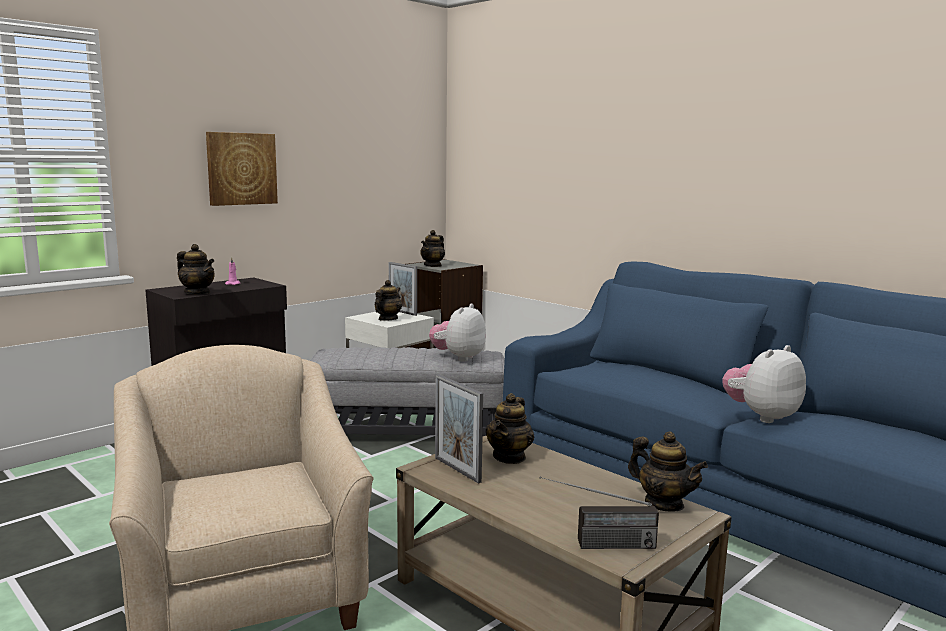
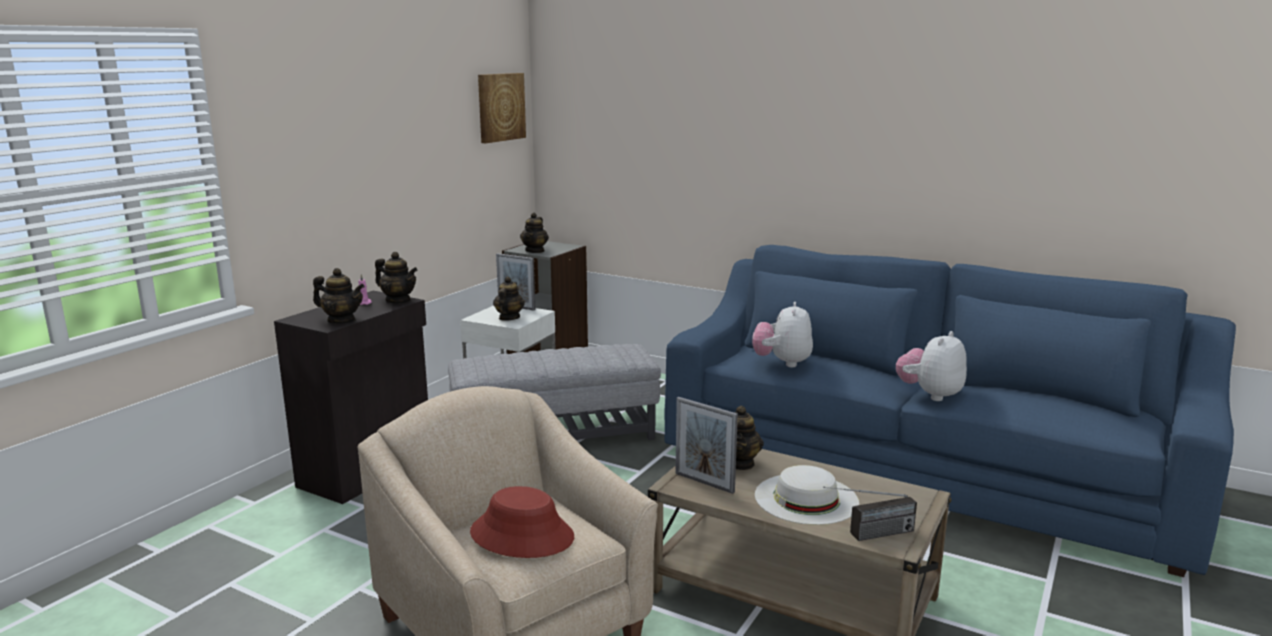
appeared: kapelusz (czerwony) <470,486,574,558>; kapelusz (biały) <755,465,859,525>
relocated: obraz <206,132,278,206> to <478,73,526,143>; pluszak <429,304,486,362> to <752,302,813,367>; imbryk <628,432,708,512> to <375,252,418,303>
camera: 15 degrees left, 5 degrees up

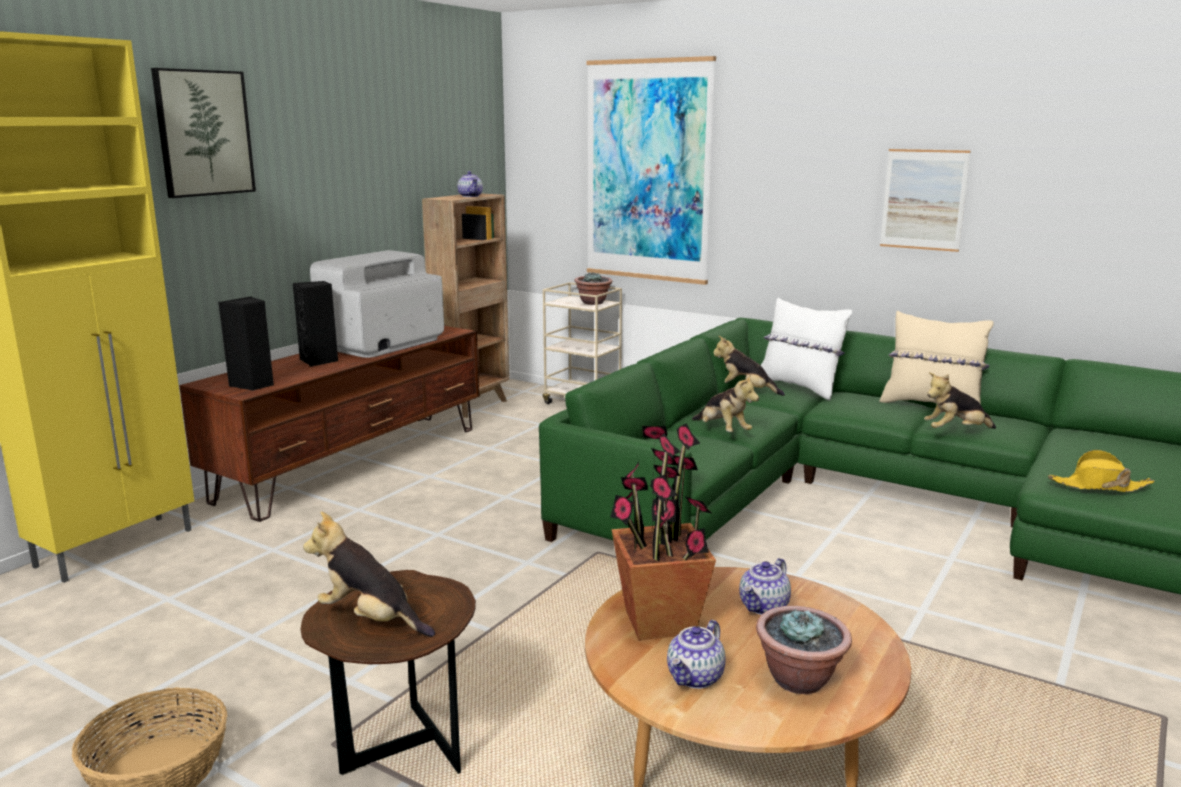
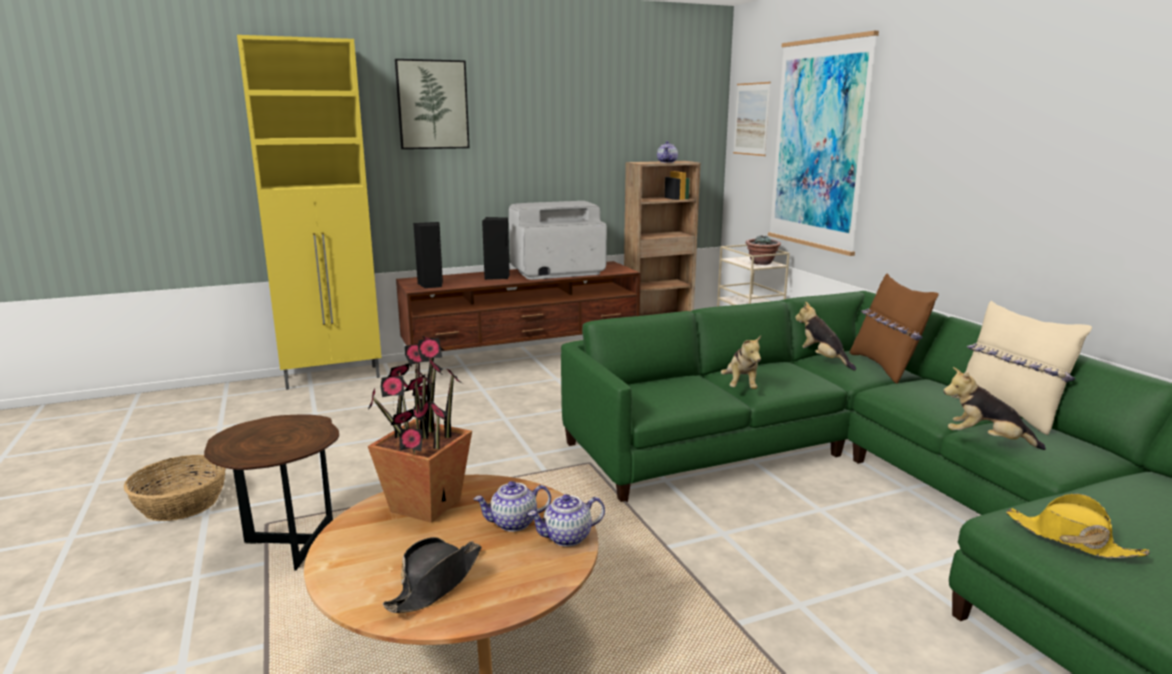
missing: pluszak <303,511,435,637>
relocated: imbryk <667,620,726,689> to <528,494,605,547>; obraz <880,149,971,252> to <733,82,771,156>
exchanged: roślina doniczkowa <756,606,852,694> to kapelusz (czarny) <383,537,482,613>
colour: poduszka (biały) <761,298,852,400> to poduszka (brązowy) <850,273,939,384>
camera: 35 degrees right, 0 degrees up

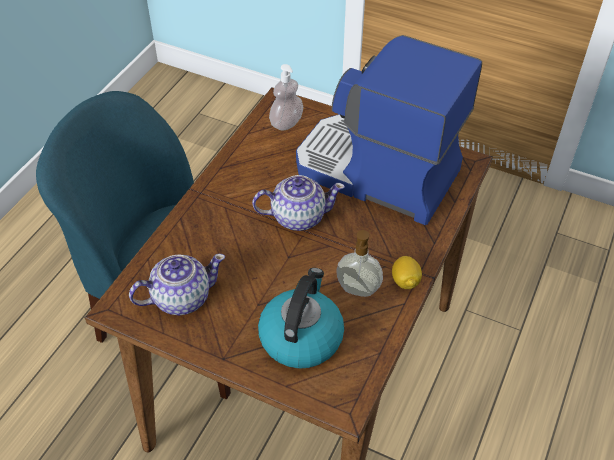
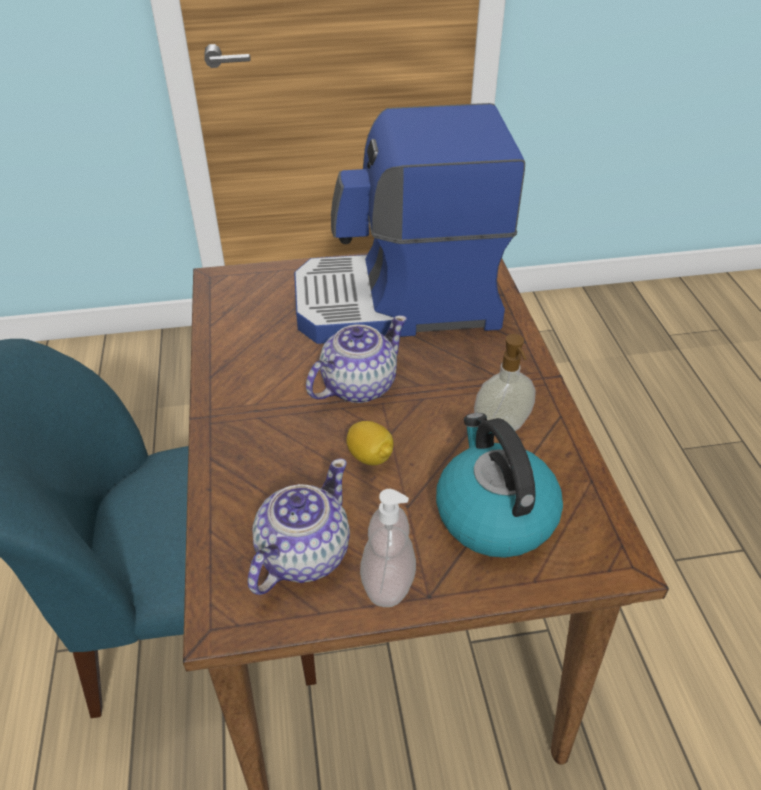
relocated: dozownik mydła <269,64,303,130> to <360,489,416,607>; cytryna <392,256,422,289> to <347,421,394,465>
camera: 35 degrees left, 5 degrees down

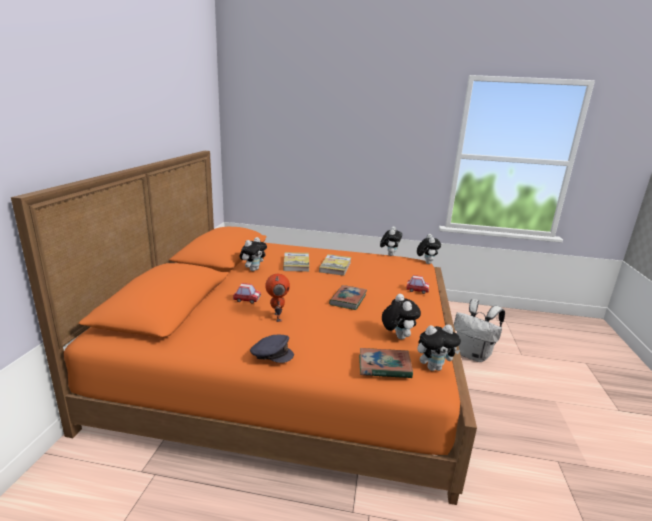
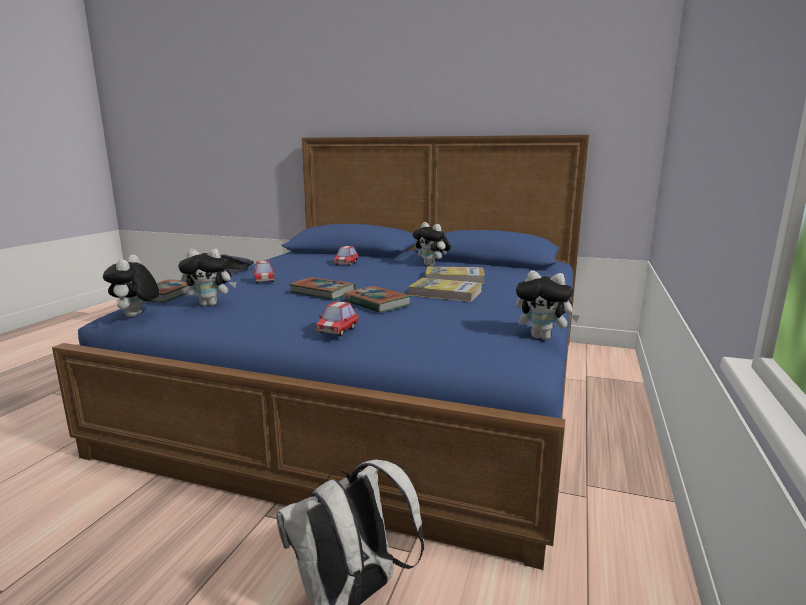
missing: robot zabawkowy <265,274,290,322>; pluszak <417,234,441,264>
appeared: samochodzik <251,260,275,283>; książka <343,286,411,313>
colour: łóżko (pomarańczowy) <11,151,477,505> to łóżko (niebieski) <52,135,589,570>
camera: 100 degrees right, 5 degrees down

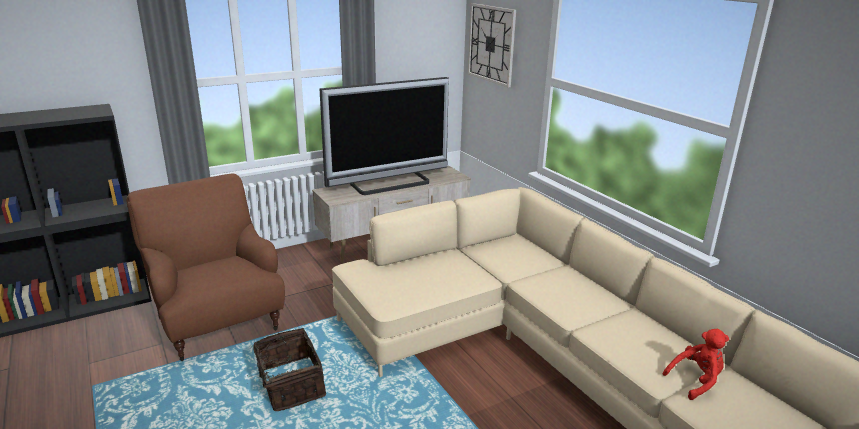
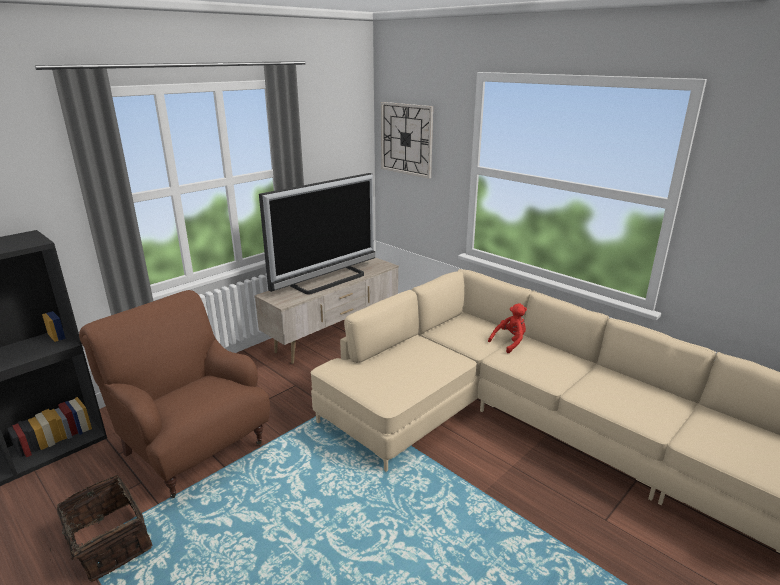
relocated: koszyk <247,328,326,411> to <50,475,152,582>; pluszak (czerwony) <663,329,729,400> to <488,303,527,353>
camera: 15 degrees left, 0 degrees up

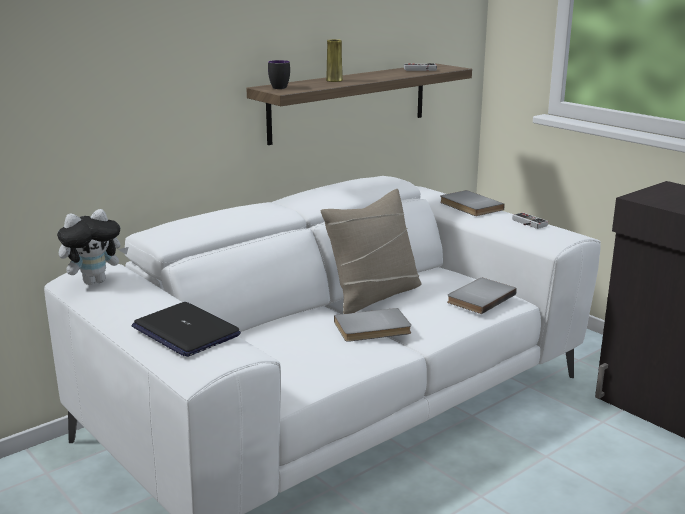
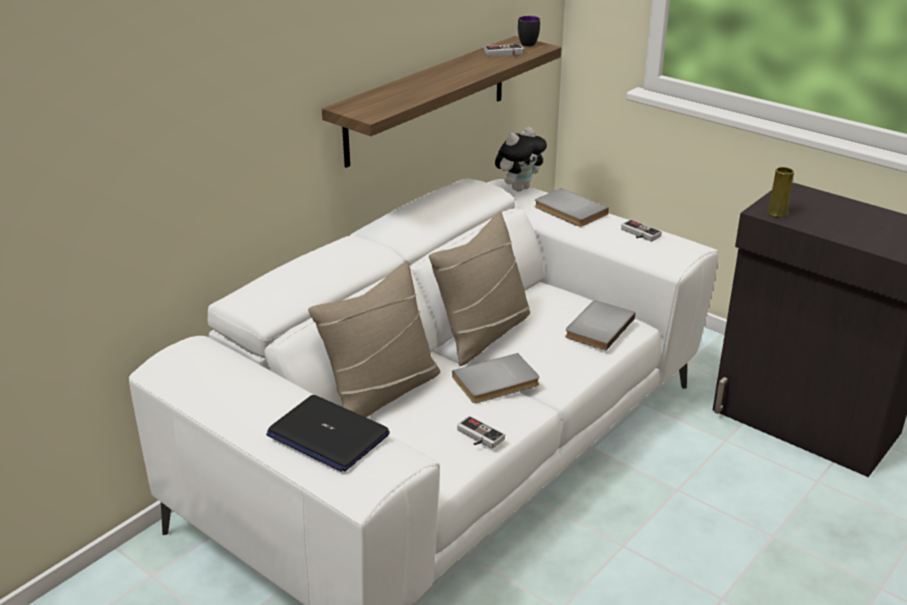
appeared: poduszka (beżowy) <308,261,440,418>; pad do gier <457,416,505,449>
relocated: pluszak <57,209,129,285> to <495,127,547,191>; kubek <268,60,290,89> to <518,16,540,47>; wazon (żółty) <326,39,343,82> to <767,167,794,218>
camera: 10 degrees left, 10 degrees up

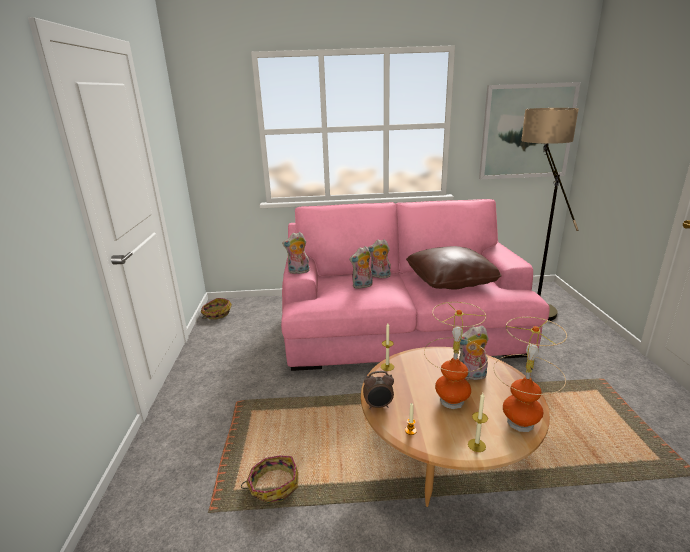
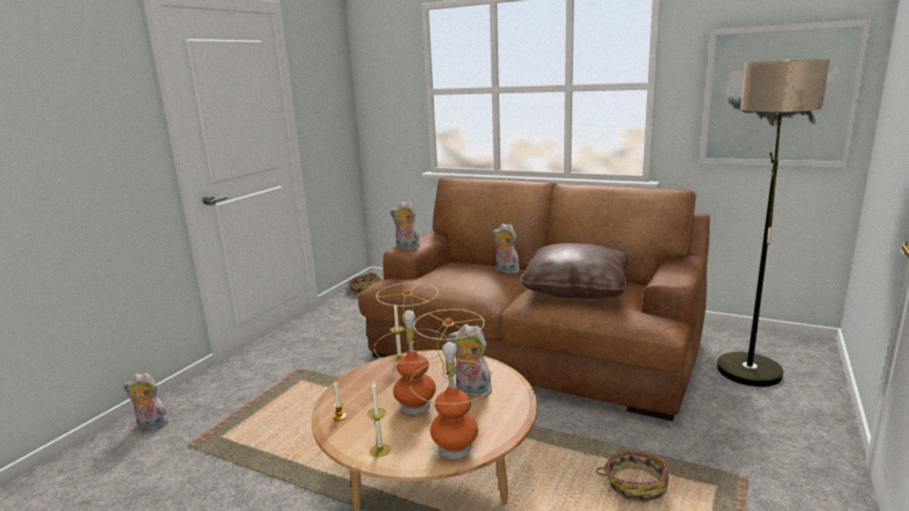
missing: budzik <363,371,394,409>
relocated: koszyk <241,456,298,504> to <596,451,669,502>; pluszak <349,246,372,289> to <123,373,169,429>
colour: kanapa (różowy) <281,199,549,371> to kanapa (brązowy) <359,177,710,421>
camera: 30 degrees right, 5 degrees down

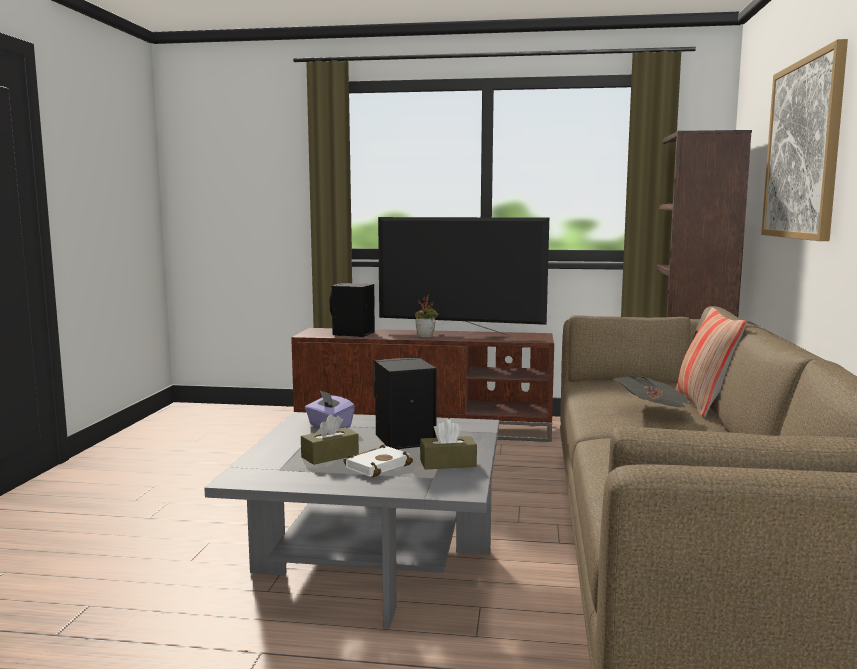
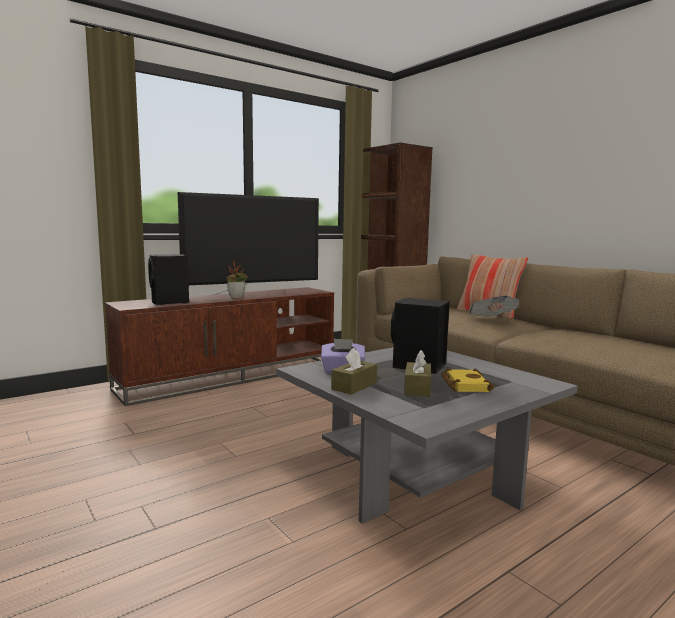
missing: obraz <761,39,848,241>
relocated: pudełko chusteczek (brązowy) <420,419,477,470> to <331,348,377,395>
colour: książka (biały) <343,445,413,477> to książka (żółty) <441,368,494,392>
camera: 45 degrees left, 0 degrees up

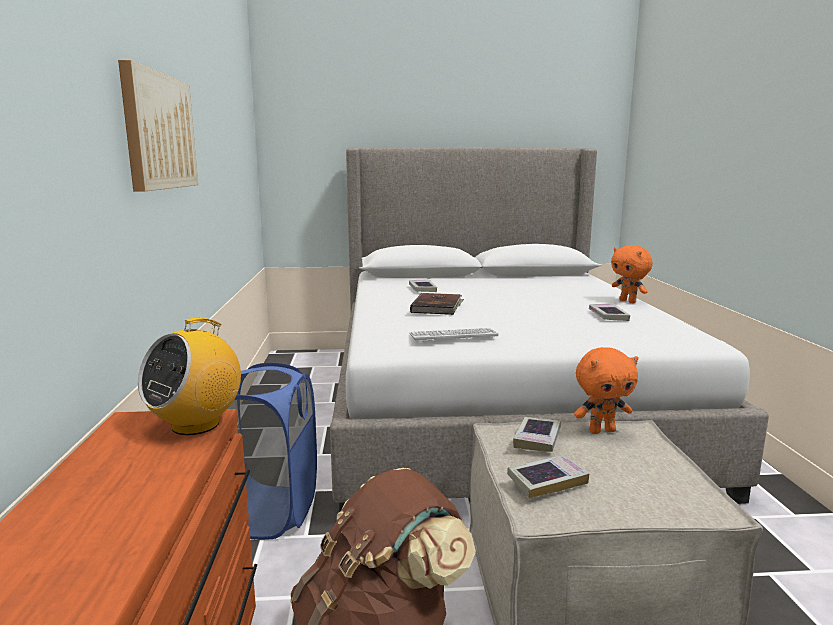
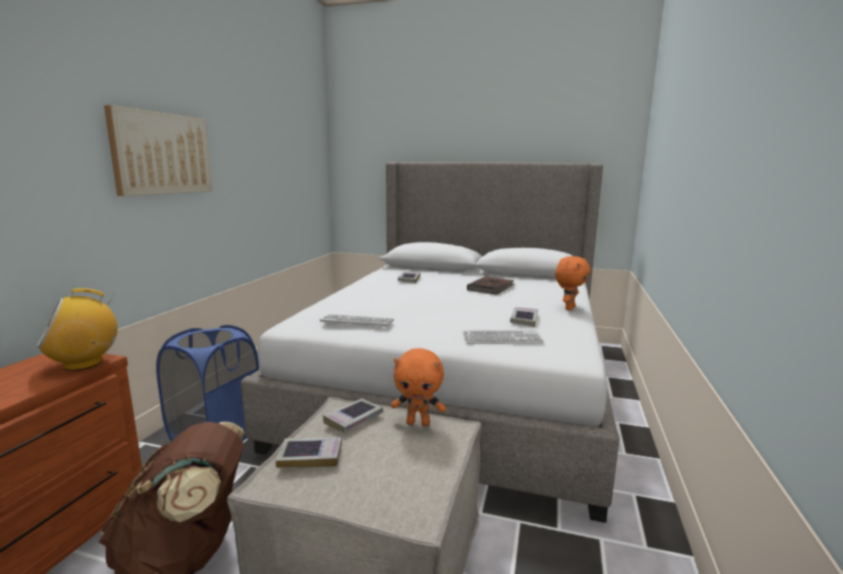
appeared: klawiatura <463,330,544,344>
relocated: książka (brązowy) <410,293,464,315> to <467,276,515,295>
spun: pluszak (pomarańczowy) <611,245,653,303> = <555,256,590,311> 135 degrees counterclockwise
camera: 20 degrees right, 0 degrees up

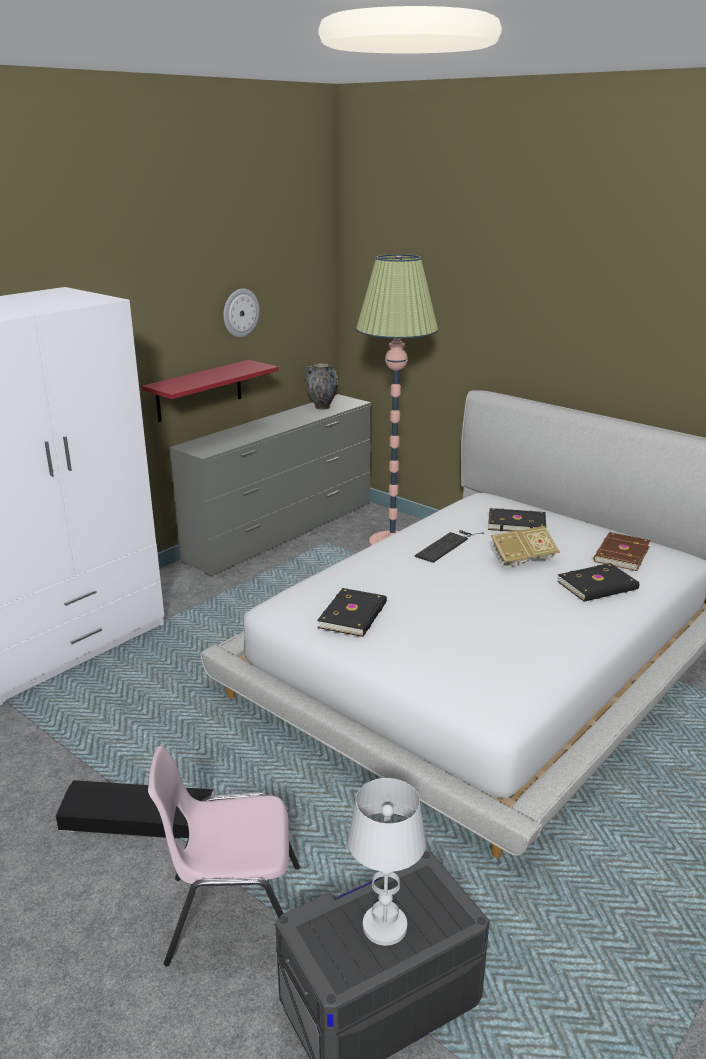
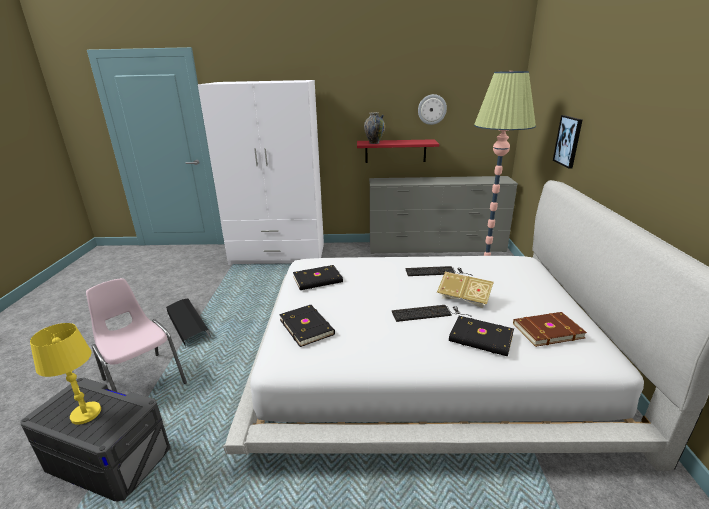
appeared: klawiatura <392,305,472,322>; obraz <553,115,583,169>
relocated: wazon <305,363,338,410> to <364,112,385,144>; książka (czarny) <488,508,546,532> to <279,305,335,347>
colour: lampa stołowa (biały) <348,778,426,946> to lampa stołowa (żółty) <30,323,101,425>
camera: 50 degrees right, 0 degrees up

